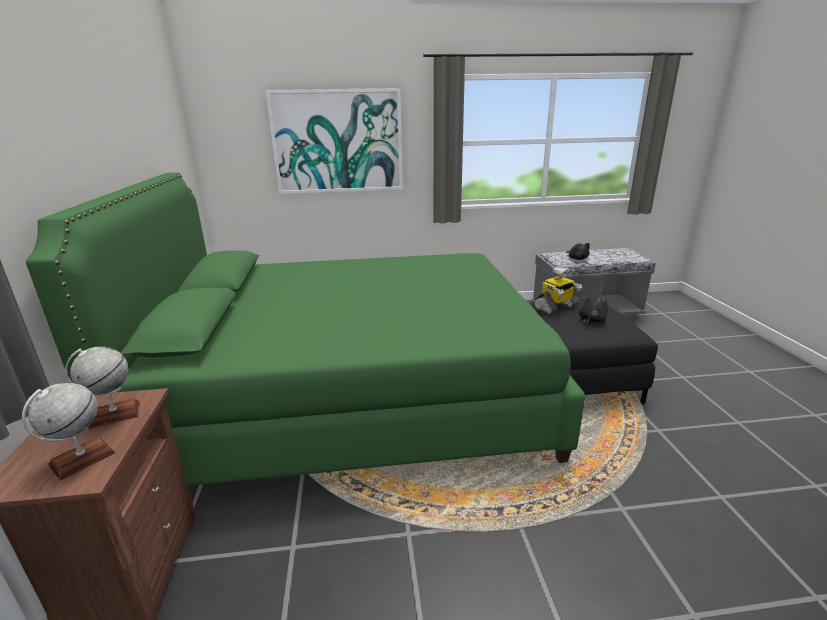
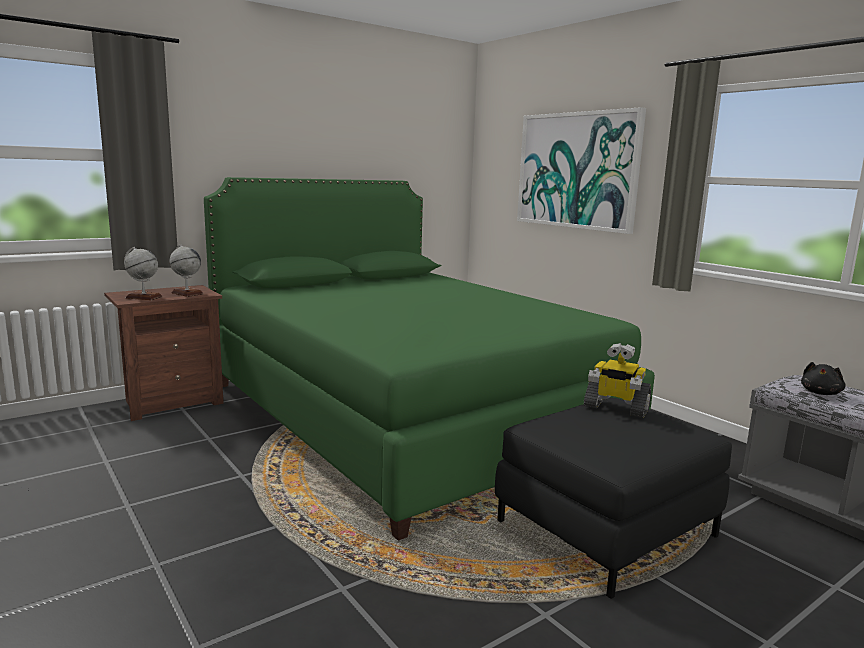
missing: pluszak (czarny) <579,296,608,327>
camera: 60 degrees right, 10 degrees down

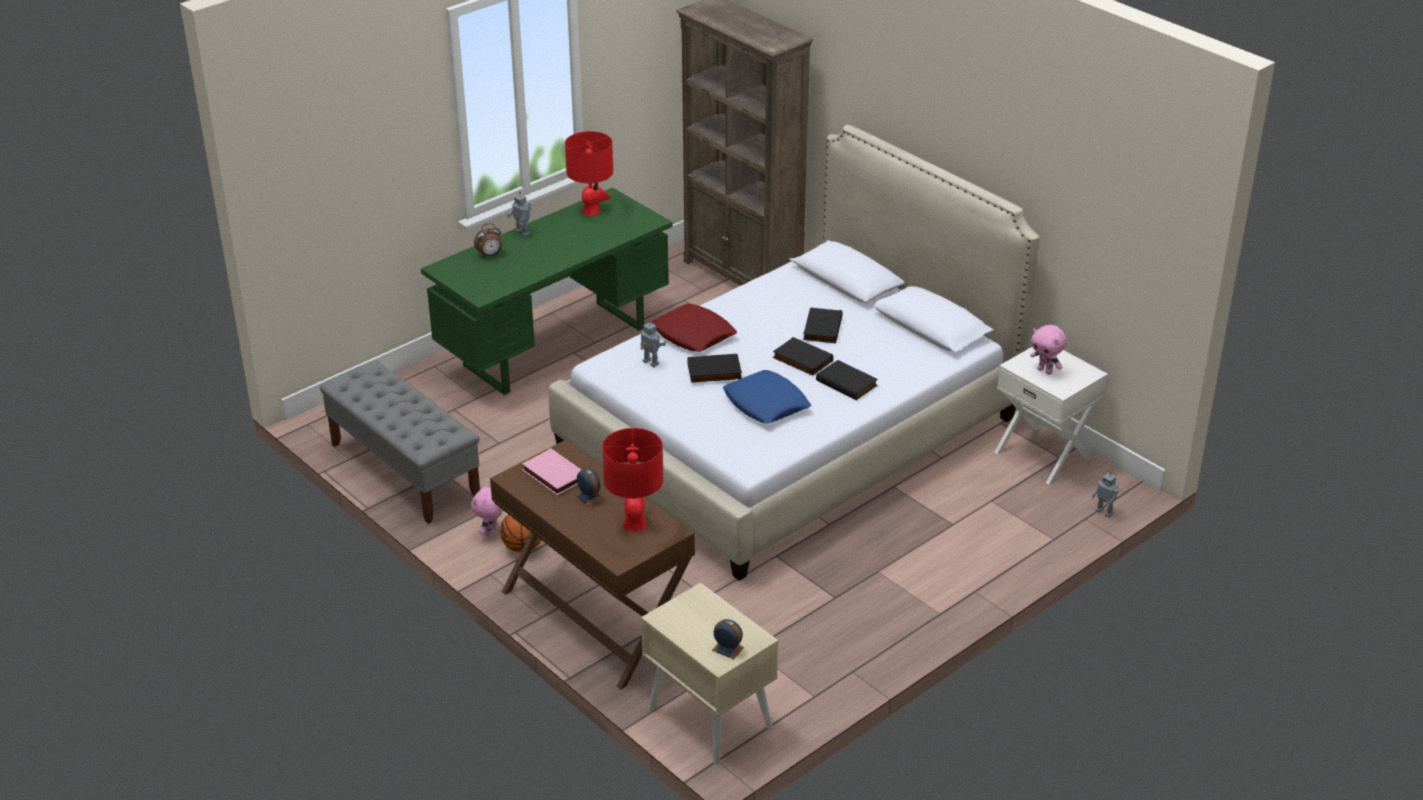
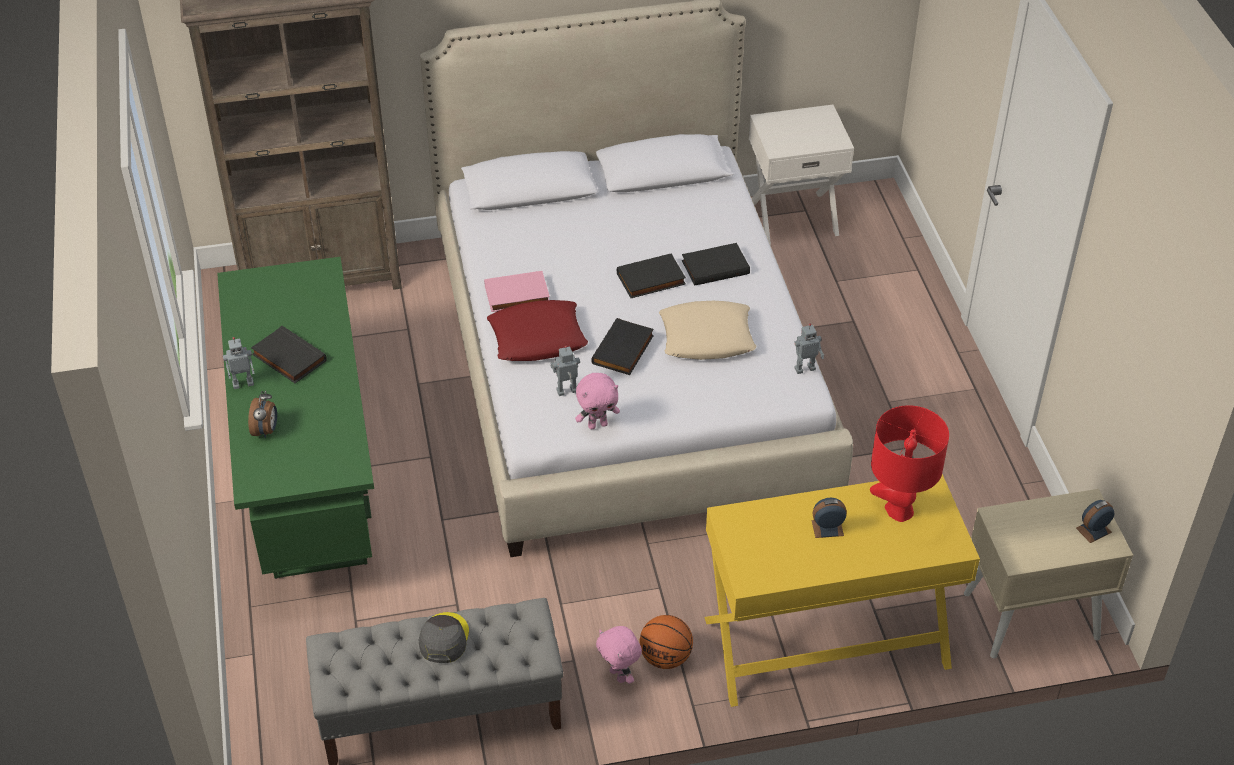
missing: lampa stołowa (czerwony) <565,131,613,216>
appeared: czapka z daszkiem (szary) <418,612,469,663>
relocated: książka (różowy) <522,448,581,496> to <484,271,550,312>; książka (czarny) <803,307,843,343> to <251,326,327,383>; pluszak (różowy) <1030,325,1067,375> to <575,373,620,429>; robot zabawkowy <1092,471,1119,517> to <794,323,824,374>
colour: biurko (brązowy) <490,440,695,690> to biurko (żółty) <704,474,980,707>; poduszka (niebieski) <723,370,811,424> to poduszka (beżowy) <659,301,756,360>
camera: 60 degrees left, 10 degrees up

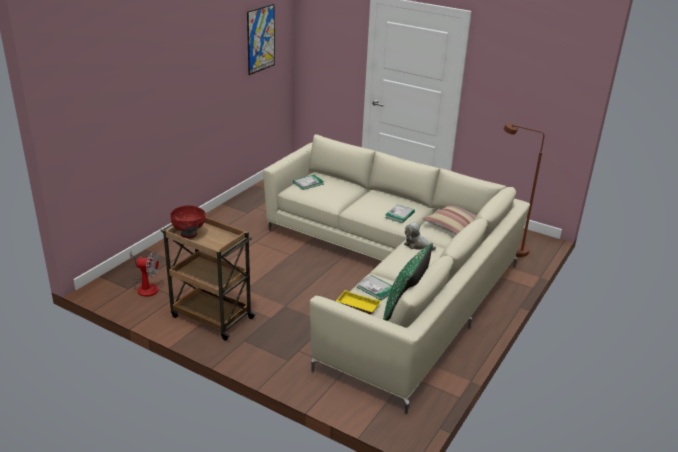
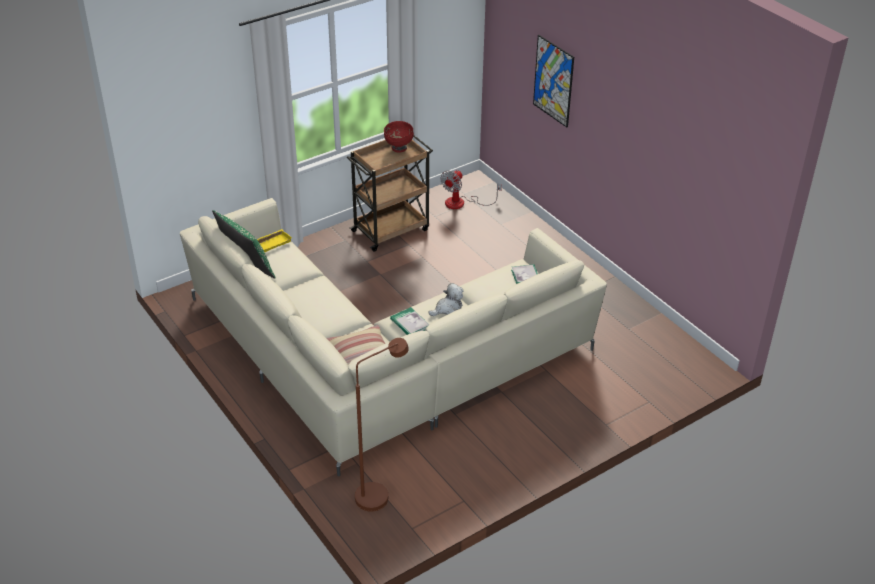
missing: książka <357,275,392,300>
relocated: obraz <247,4,275,75> to <533,35,574,127>; pluszak <404,222,436,251> to <428,283,463,316>
camera: 115 degrees right, 10 degrees up

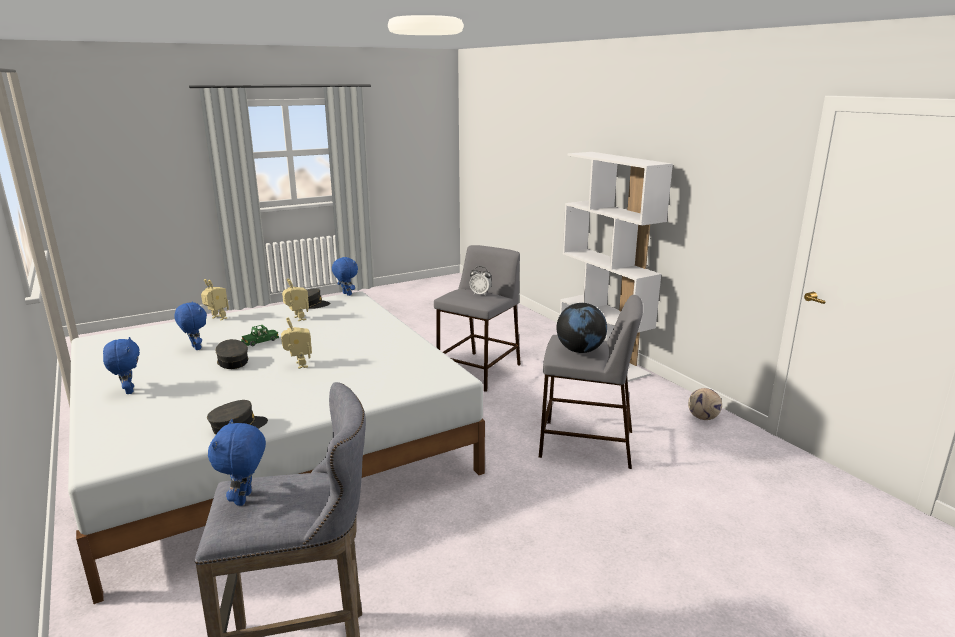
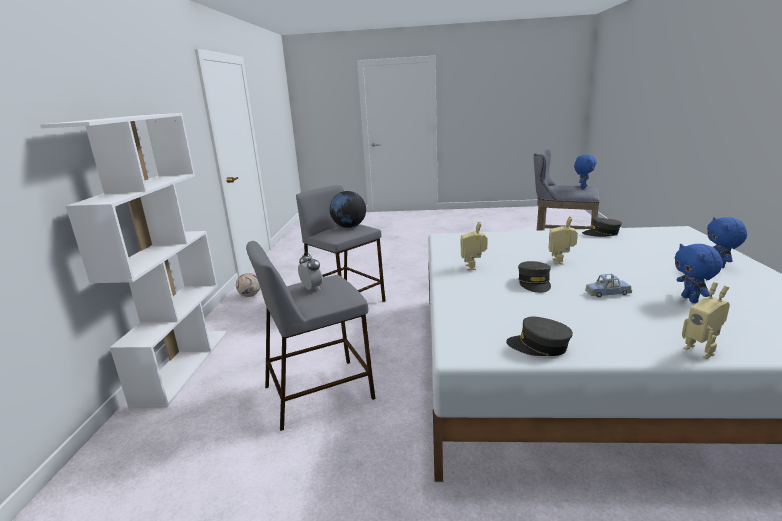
missing: pluszak (niebieski) <332,257,358,296>
relocated: czapka z daszkiem (szary) <216,339,249,369> to <518,261,551,293>; robot zabawkowy <282,278,309,321> to <460,222,488,270>
colour: samochodzik (zielony) <241,325,279,346> to samochodzik (niebieski) <585,274,632,297>
camera: 145 degrees left, 0 degrees up

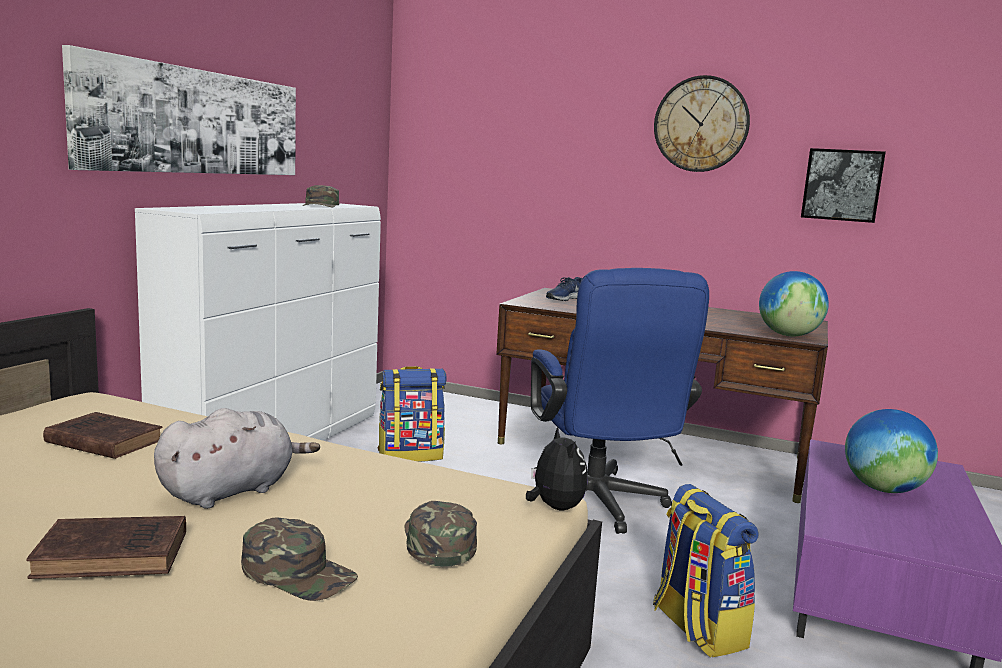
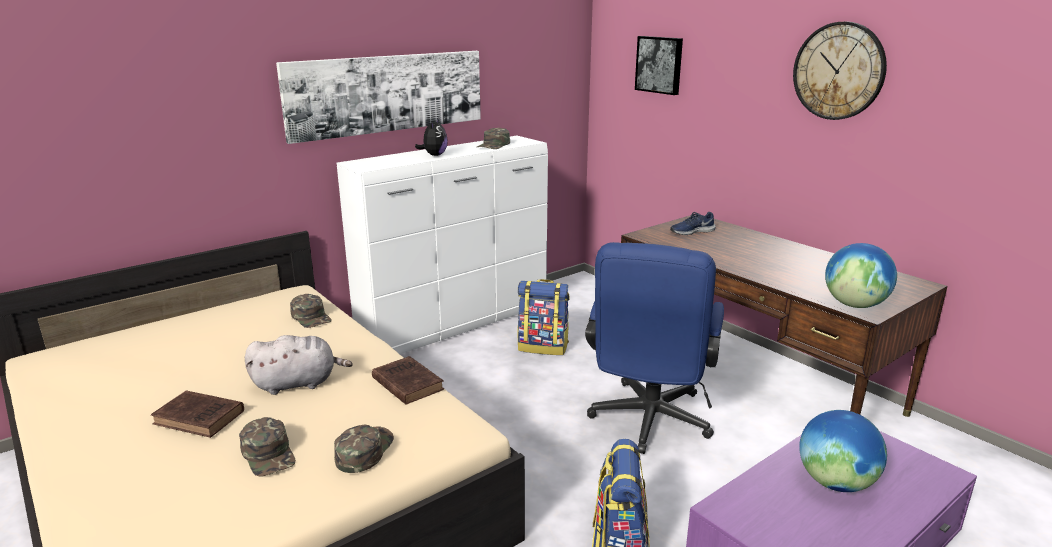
appeared: czapka z daszkiem (zielony) <290,294,332,328>
relocated: książka (brązowy) <43,412,162,459> to <372,356,444,405>; pluszak <526,427,588,510> to <415,118,448,156>; obraz <801,148,886,223> to <635,36,683,95>
camera: 30 degrees right, 10 degrees up

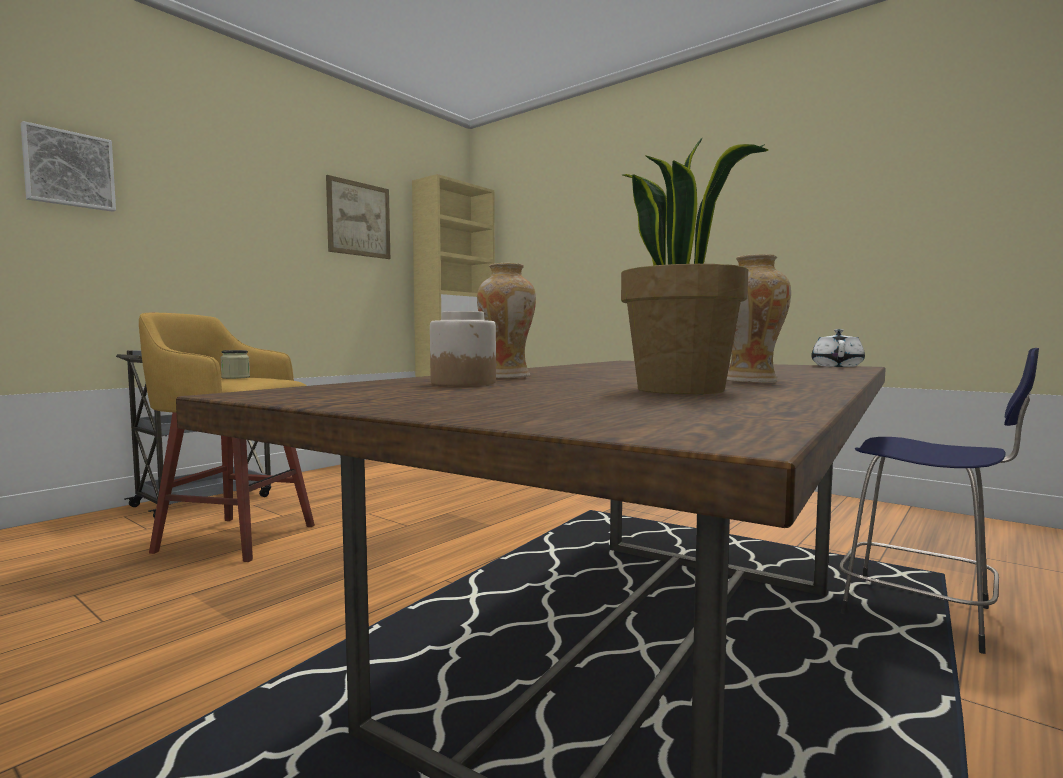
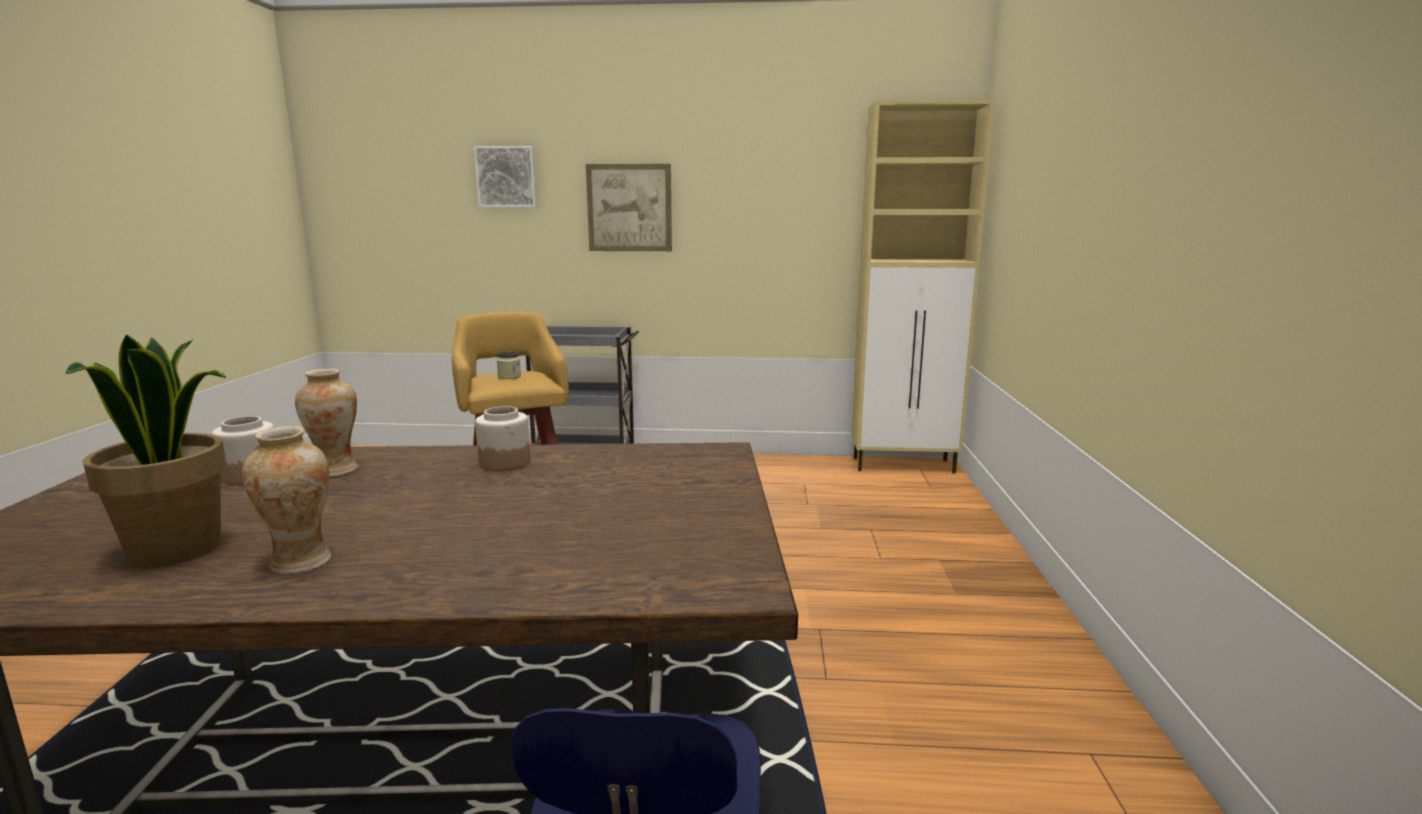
missing: imbryk (biały) <811,329,865,367>
appeared: słoik <475,406,531,471>
relocated: obraz <326,175,390,259> to <586,164,672,251>
camera: 55 degrees right, 10 degrees up

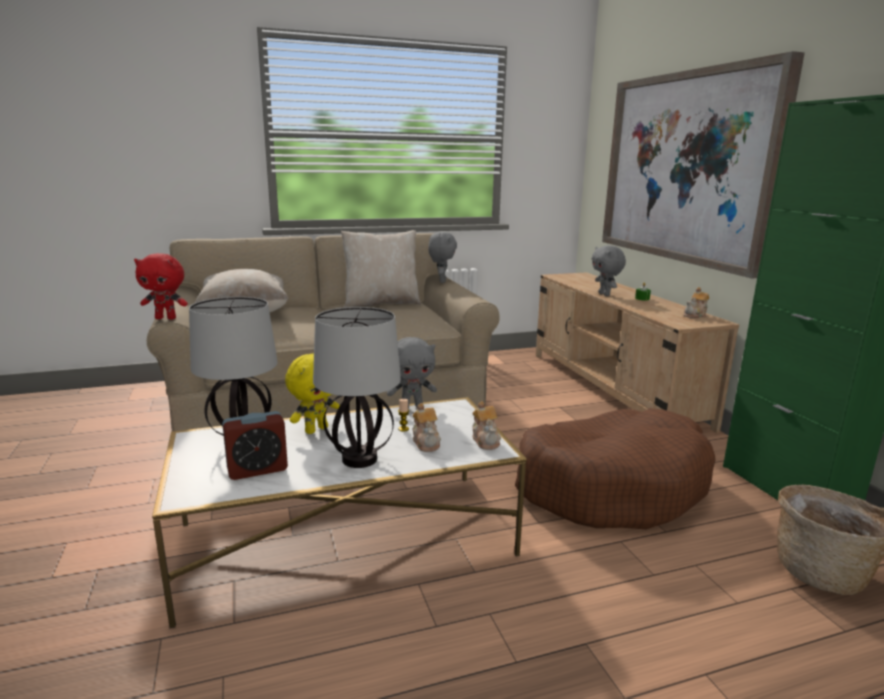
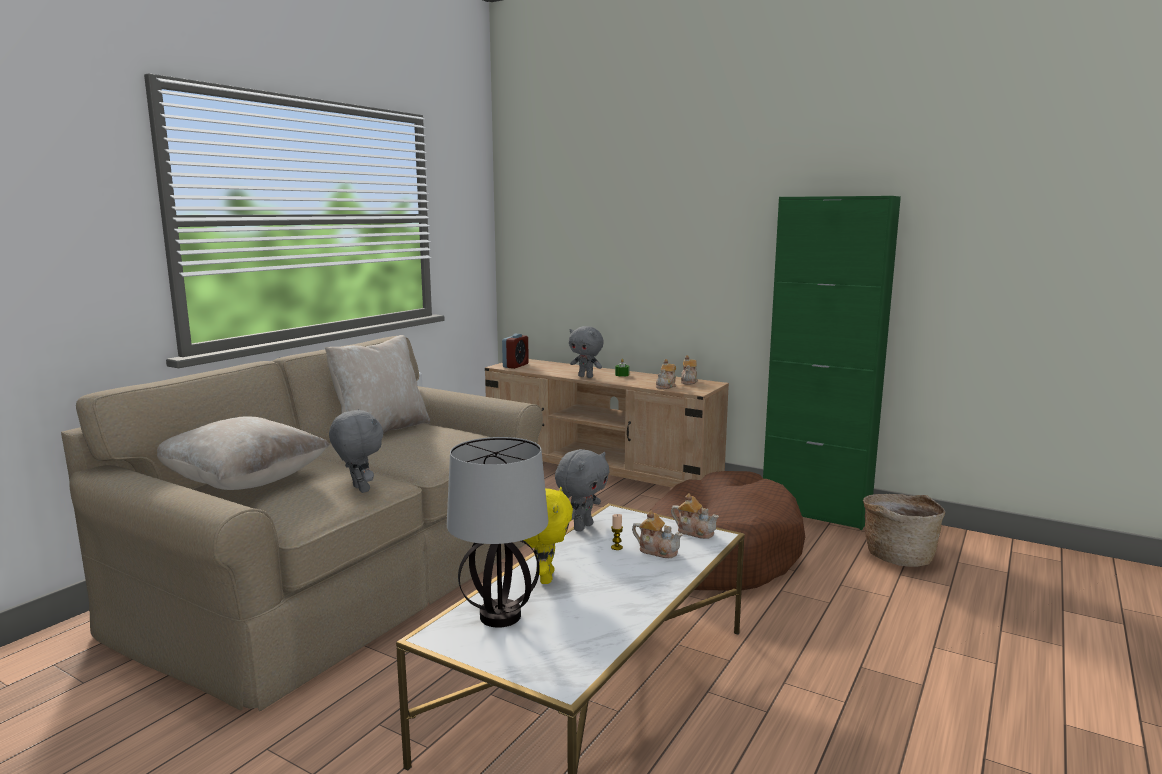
missing: pluszak (czerwony) <134,253,188,320>; lampa stołowa <313,307,401,468>; obraz <602,51,805,278>
appeared: imbryk <656,359,676,389>
relocated: budzik <222,411,288,480> to <502,334,529,369>; pluszak (szary) <428,232,457,283> to <329,409,383,493>
camera: 40 degrees left, 5 degrees down

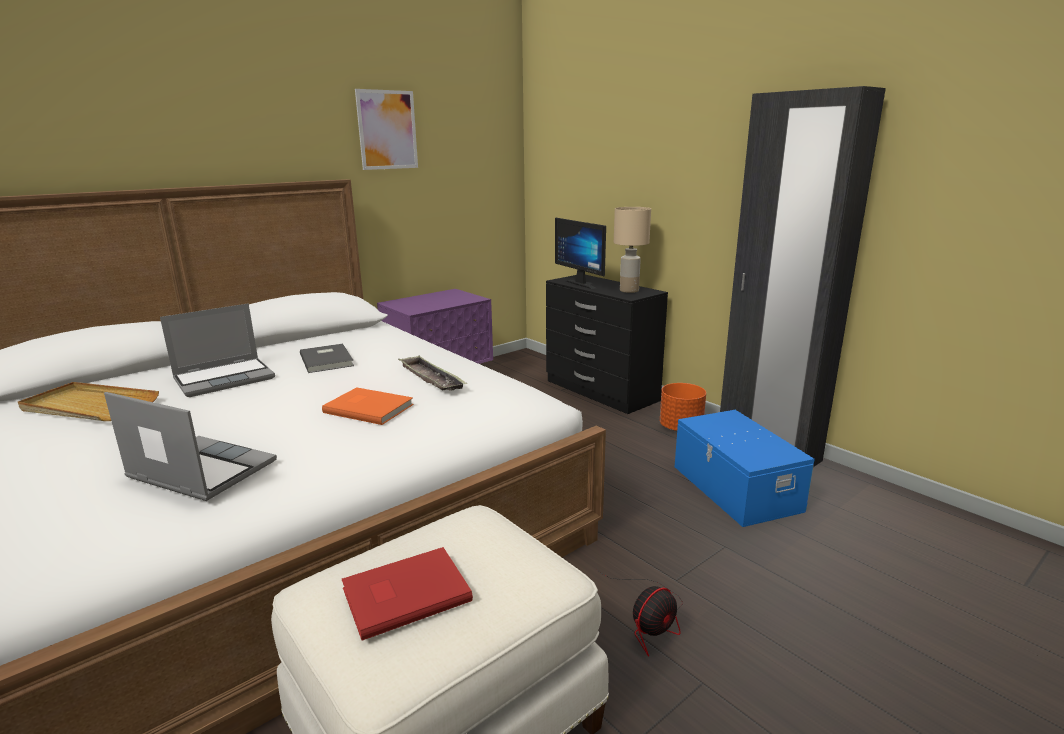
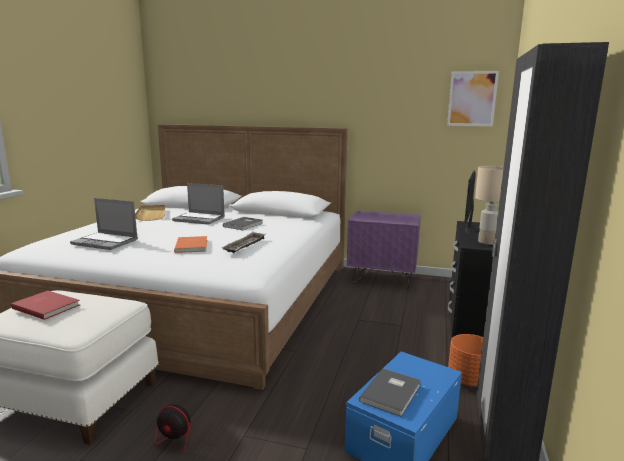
appeared: książka (szary) <359,368,421,417>
relocated: obraz <355,89,418,170> to <447,71,499,126>
spun: laptop <104,392,277,501> = <70,198,138,250> 120 degrees clockwise
camera: 55 degrees right, 5 degrees down

